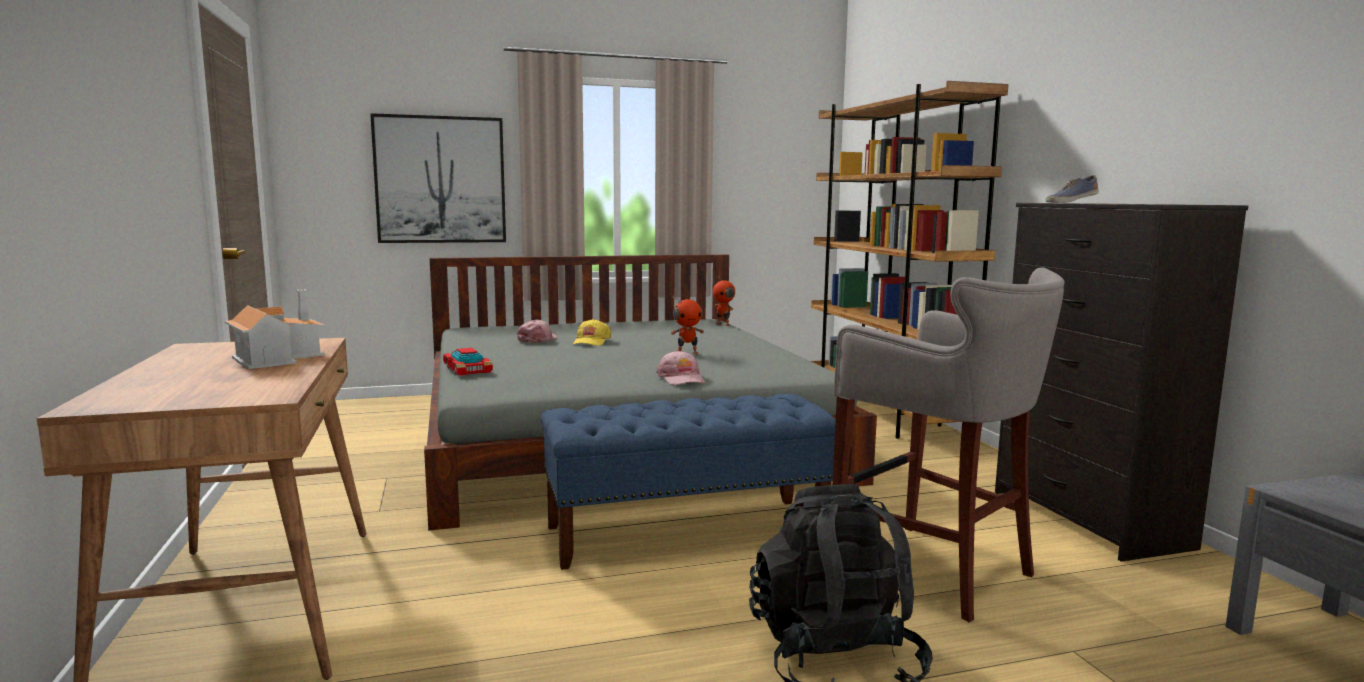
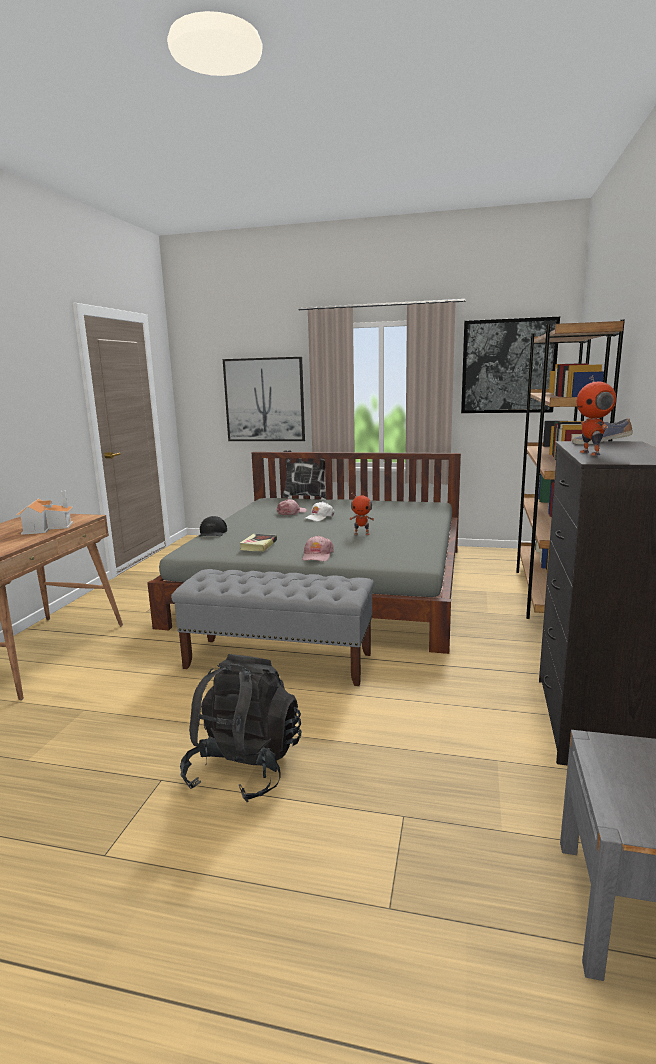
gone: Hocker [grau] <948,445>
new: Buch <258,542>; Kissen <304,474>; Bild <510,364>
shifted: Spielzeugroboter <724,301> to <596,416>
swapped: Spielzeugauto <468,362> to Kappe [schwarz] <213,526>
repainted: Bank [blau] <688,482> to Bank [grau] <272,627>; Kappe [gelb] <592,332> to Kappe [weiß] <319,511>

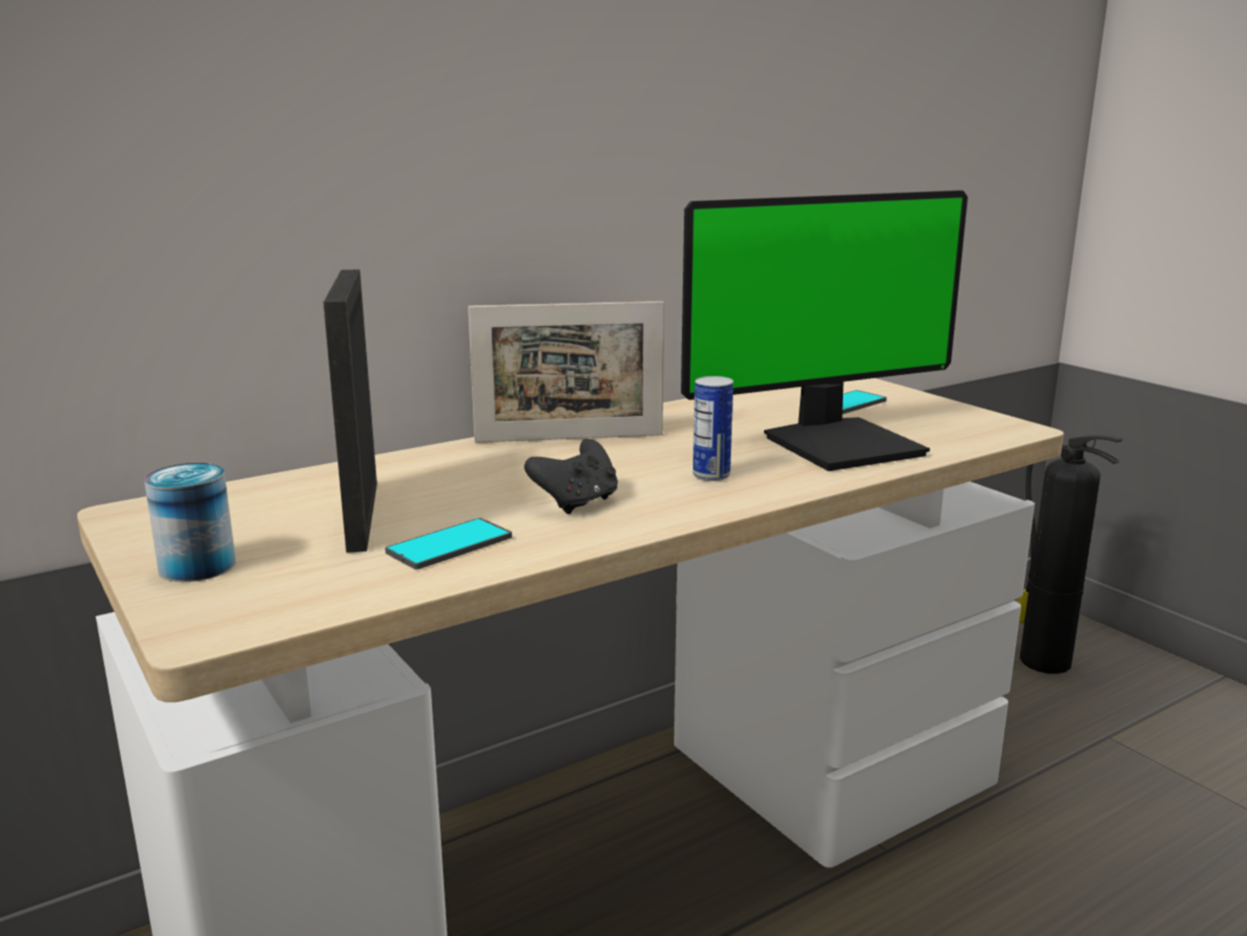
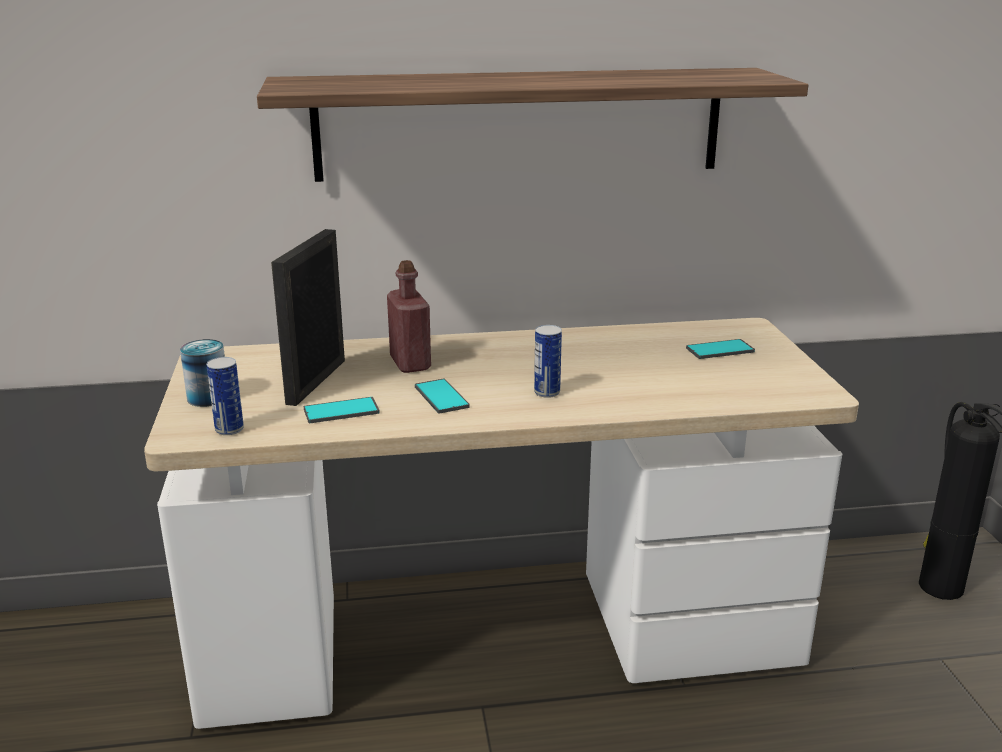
gone: Bilderrahmen <566,372>; Monitor <824,330>
new: Dose <225,396>; Wandregal <532,125>; Flasche [rot] <409,316>
swapped: Gamepad [schwarz] <571,476> to Handy <442,396>

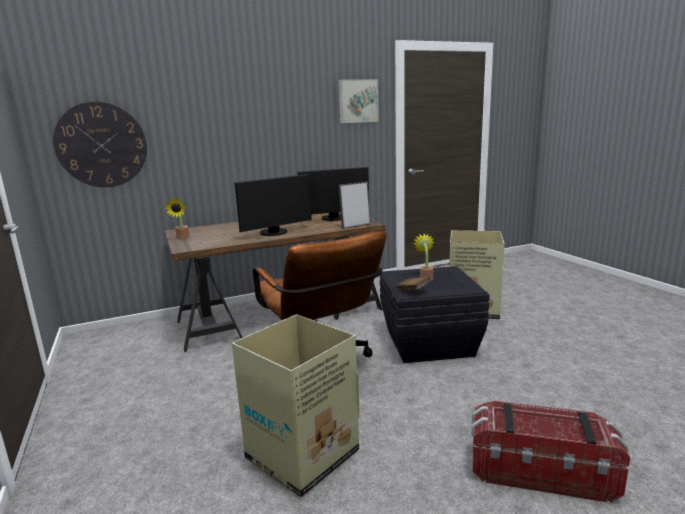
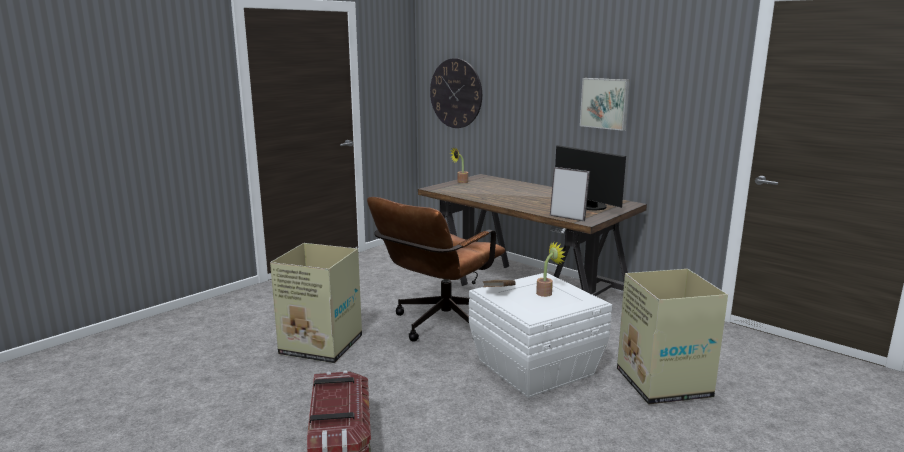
gone: Monitor <273,205>
shifted: Bild <358,101> to <605,104>
repainted: Aufbewahrungsbox [schwarz] <435,314> to Aufbewahrungsbox [weiß] <540,335>

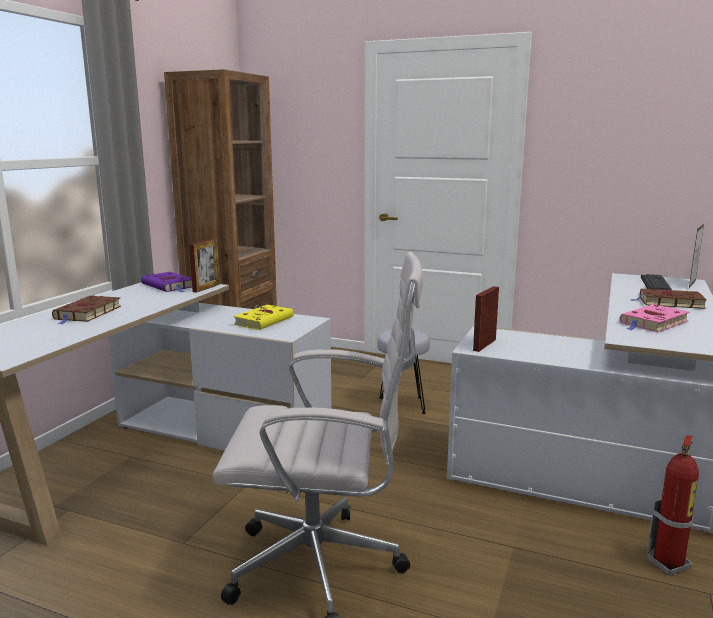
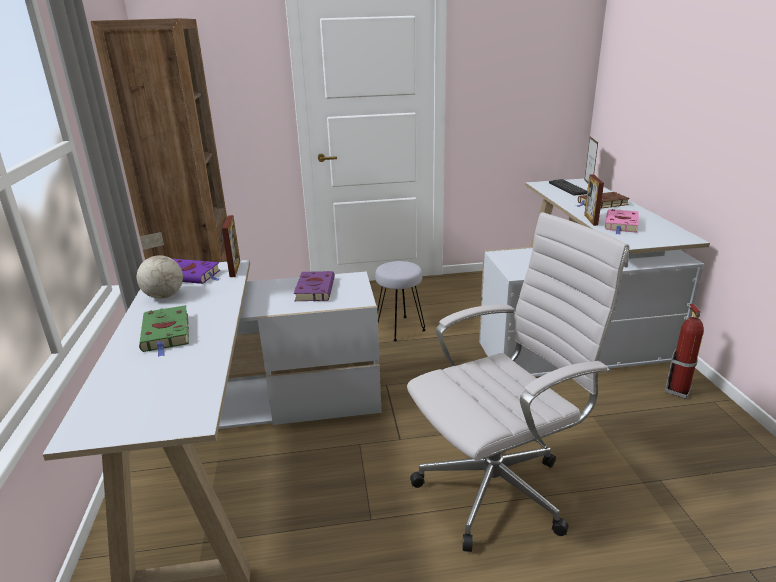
new: Globus <160,265>
shifted: Bilderrahmen <486,319> to <594,200>
repainted: Buch [braun] <86,310> to Buch [grün] <164,331>; Buch [gelb] <263,317> to Buch [lila] <314,286>

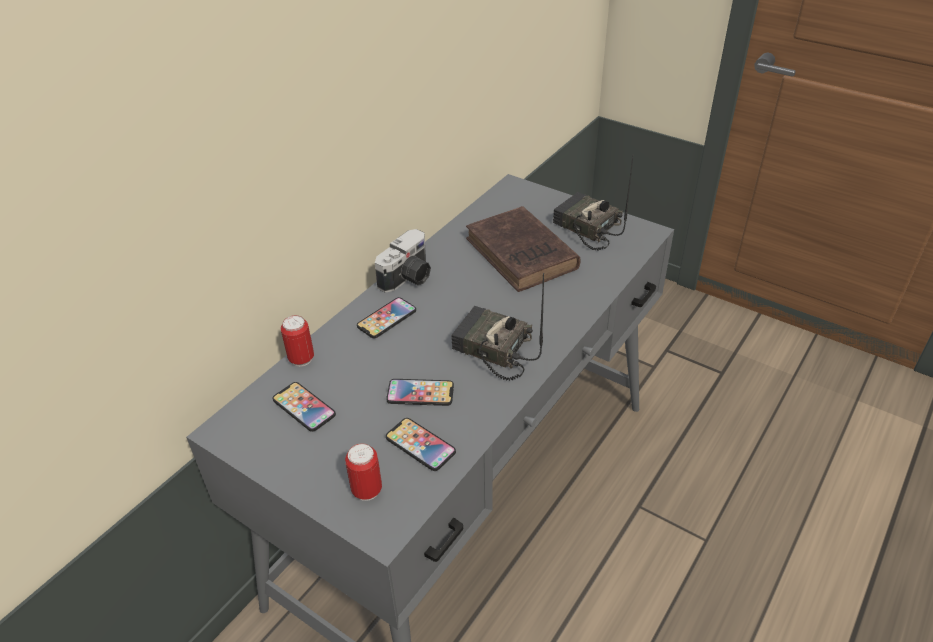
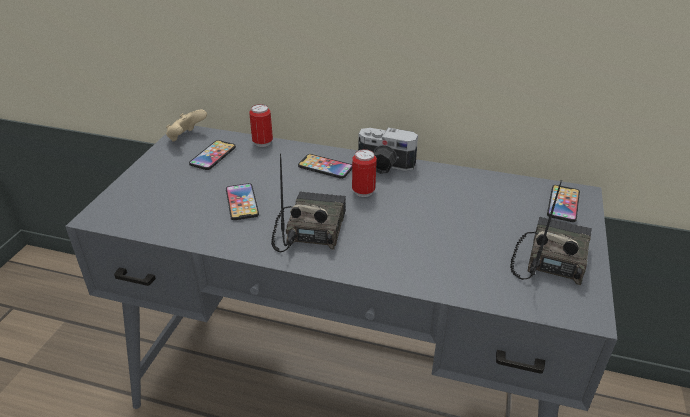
gone: Buch [braun] <523,249>
new: Gamepad [beige] <186,125>
shifted: Dose <363,472> to <364,173>; Handy <421,444> to <563,203>

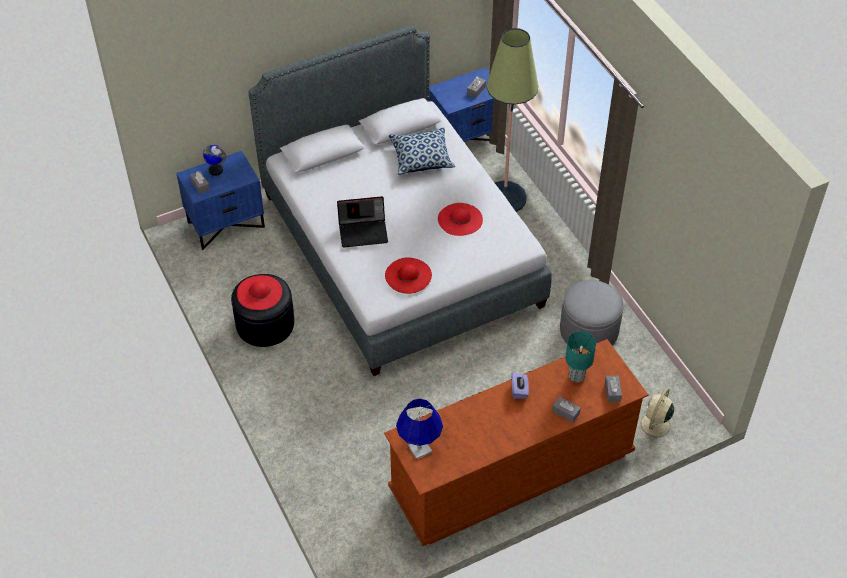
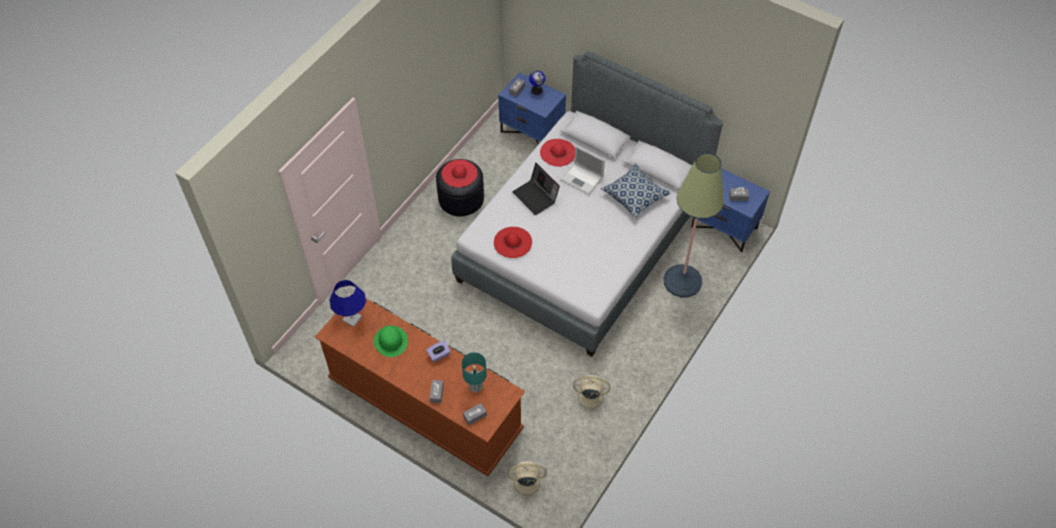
new: Hut [grün] <391,341>; Laptop <583,170>
shifted: Hut [rot] <460,219> to <557,153>
swapped: Polsterhocker [grau] <592,315> to Ventilator [beige] <591,394>

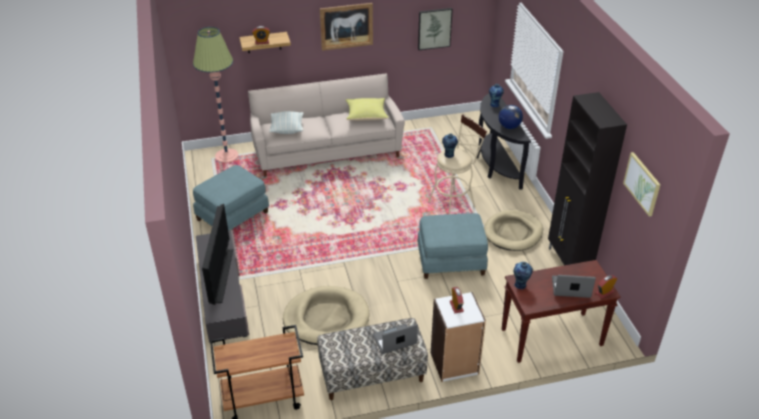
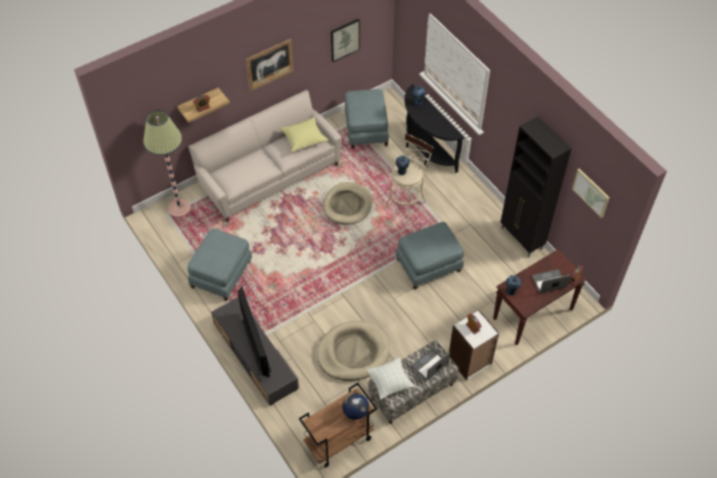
new: Polsterhocker [blau] <367,119>
shifted: Kissen <286,122> to <390,378>; Hundebett [beige] <513,230> to <347,203>; Globus <511,117> to <355,406>

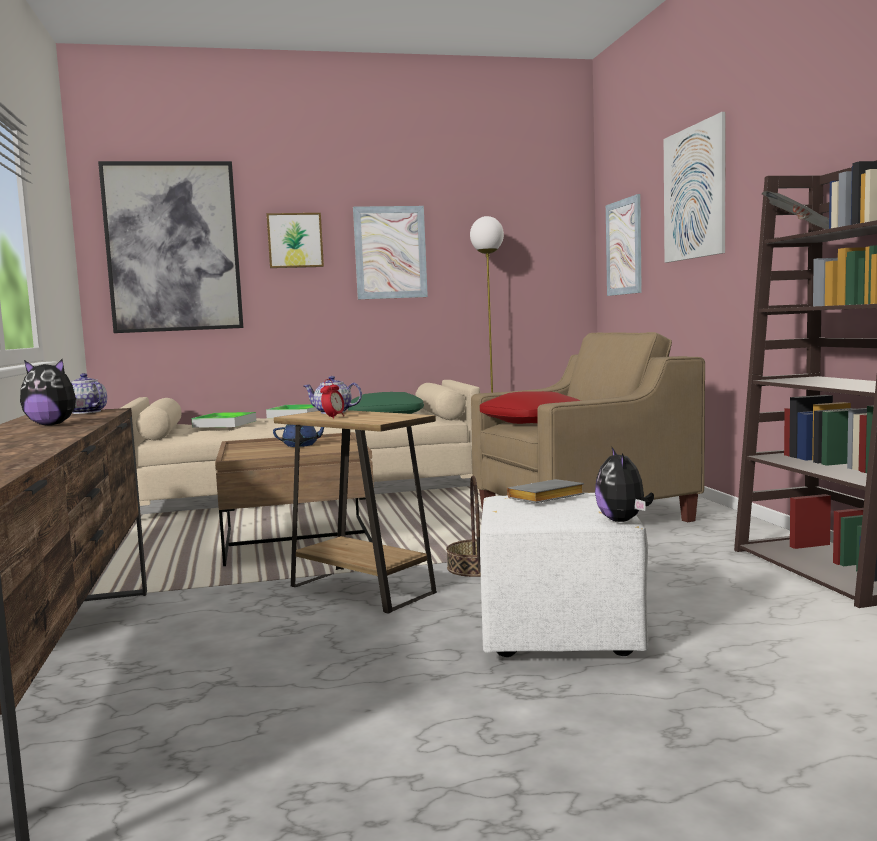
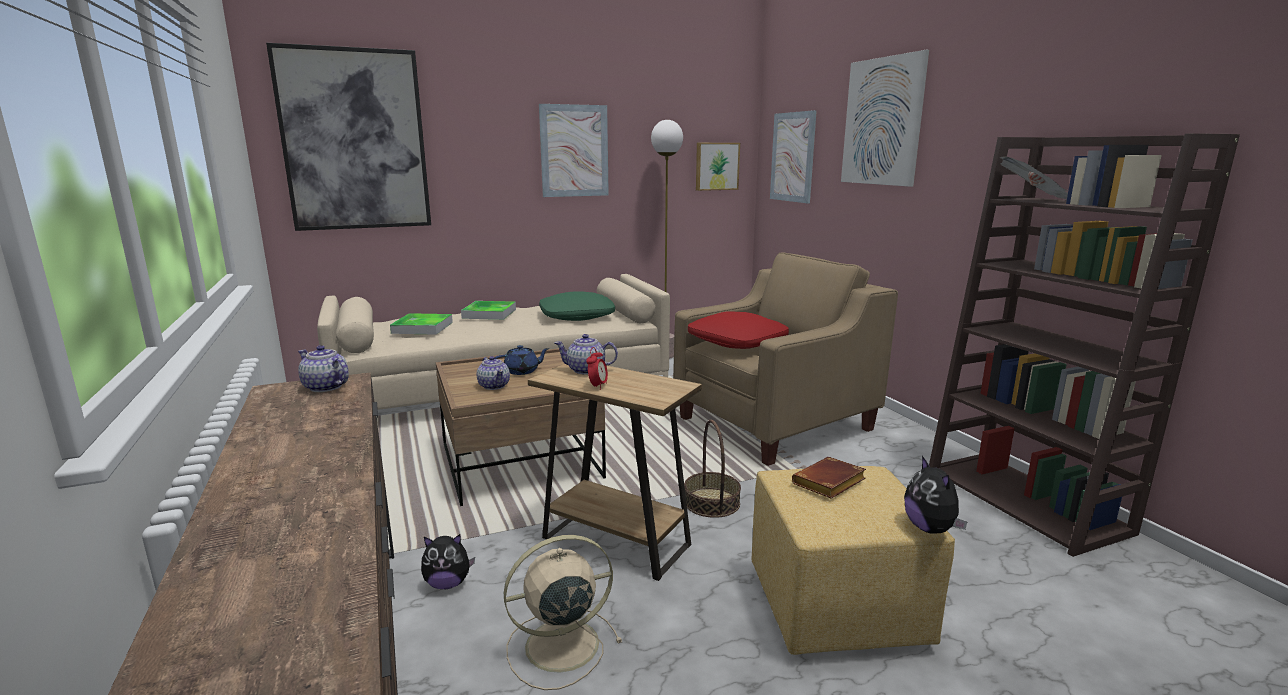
new: Teekanne <493,373>; Ventilator [beige] <563,612>
shifted: Plüschtier <53,392> to <448,561>; Bild <295,240> to <718,167>
repainted: Polsterhocker [weiß] <564,575> to Polsterhocker [gelb] <853,560>; Buch [grau] <545,491> to Buch [braun] <829,478>

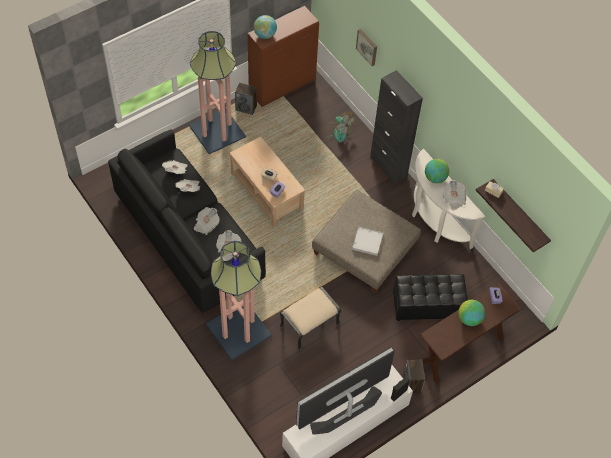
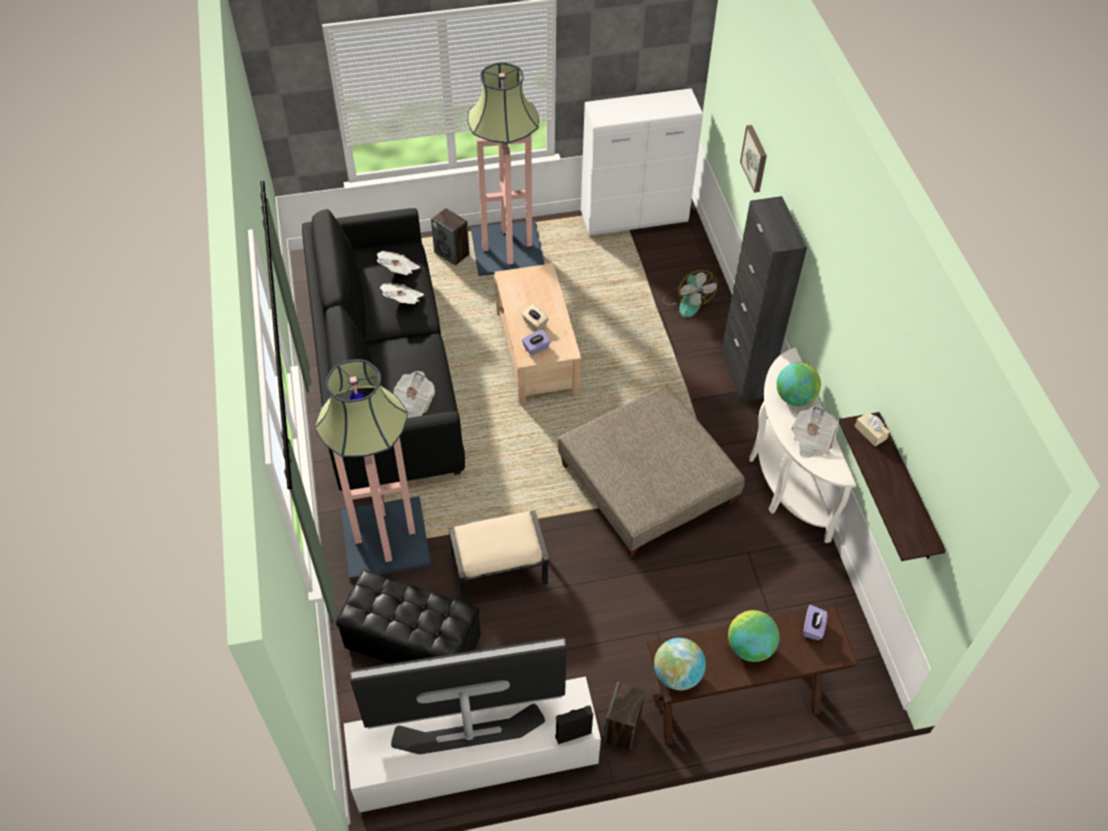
gone: Zeitung <207,221>; Tablett [weiß] <367,241>
shifted: Lautsprecher <246,99> to <450,237>; Globus <265,27> to <680,664>; Polsterhocker [schwarz] <430,297> to <408,617>
repainted: Schrank [braun] <283,56> to Schrank [weiß] <642,162>

